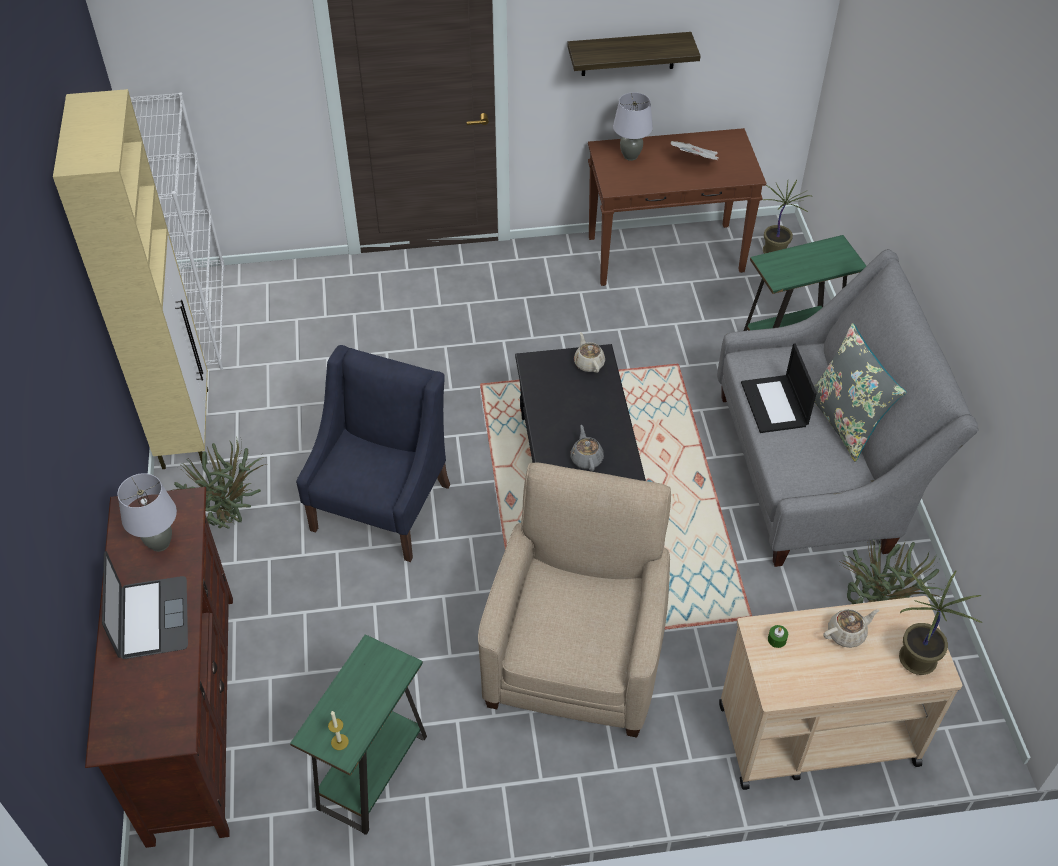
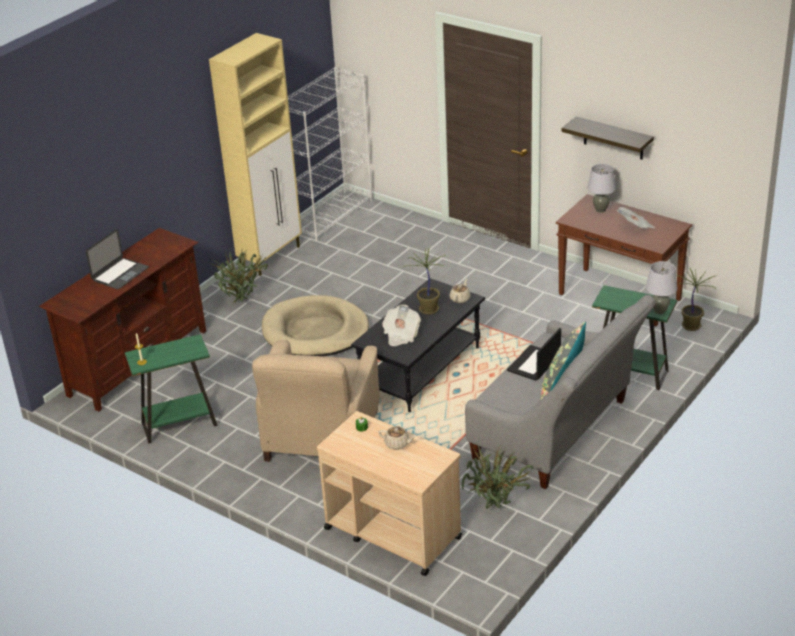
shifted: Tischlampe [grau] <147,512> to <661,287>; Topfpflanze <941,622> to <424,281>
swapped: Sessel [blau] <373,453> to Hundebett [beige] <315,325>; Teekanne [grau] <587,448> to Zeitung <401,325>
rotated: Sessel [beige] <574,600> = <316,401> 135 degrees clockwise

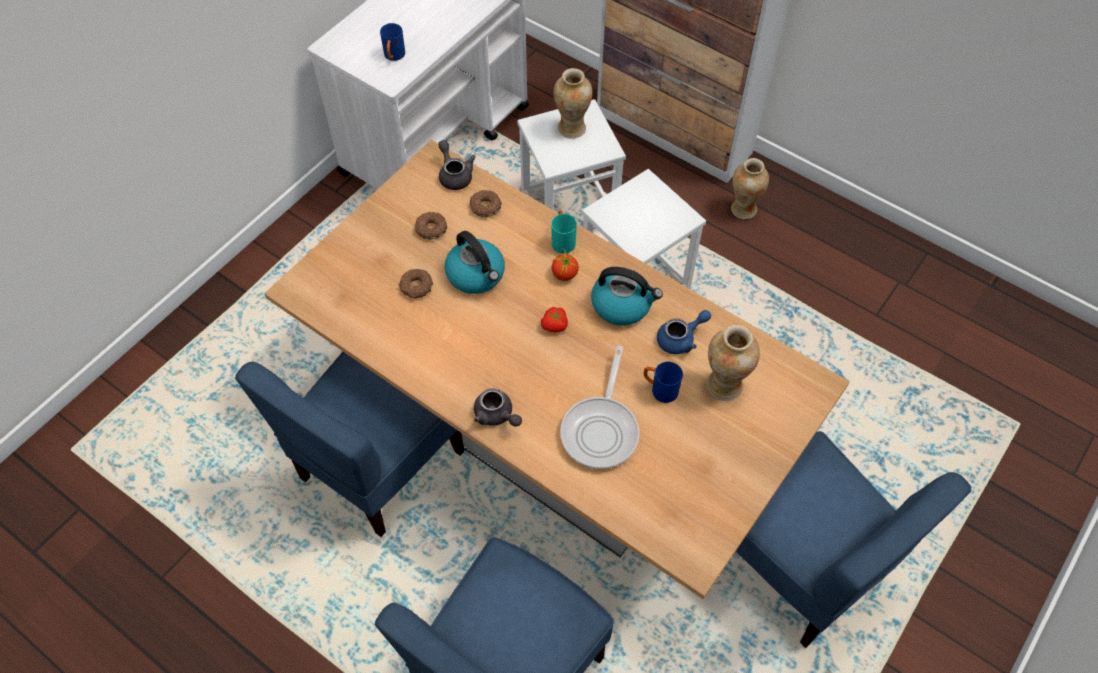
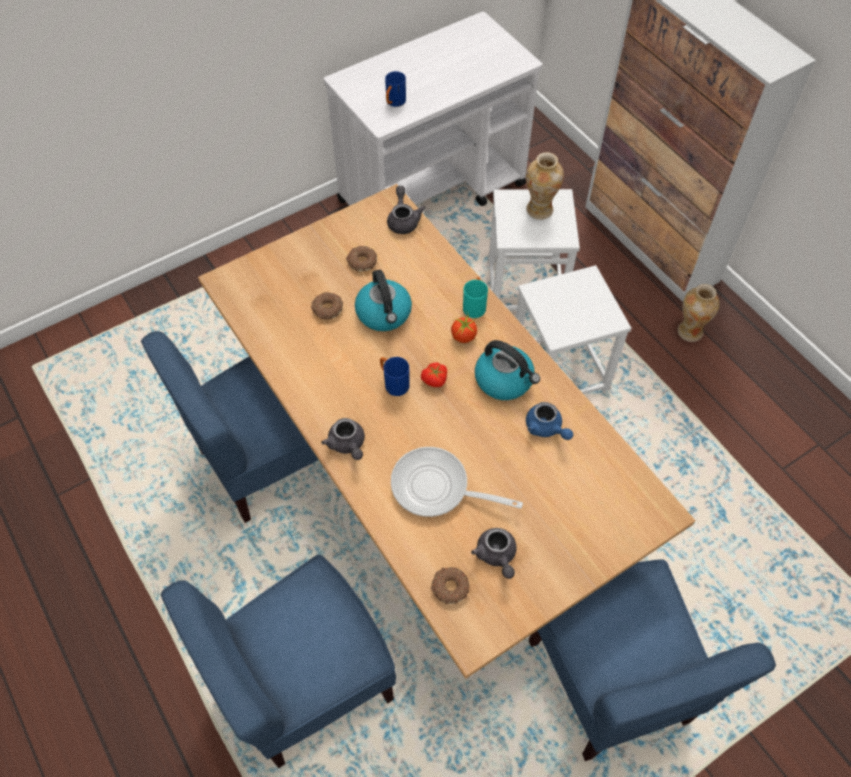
gone: Vase <733,363>
new: Teekanne [grau] <494,553>
shifted: Donut <486,203> to <450,585>; Henkelbecher [blau] <663,382> to <394,376>
rotated: Pfanne <600,407> = <457,482> 75 degrees clockwise; Teekanne [blau] <684,332> = <549,421> 60 degrees clockwise

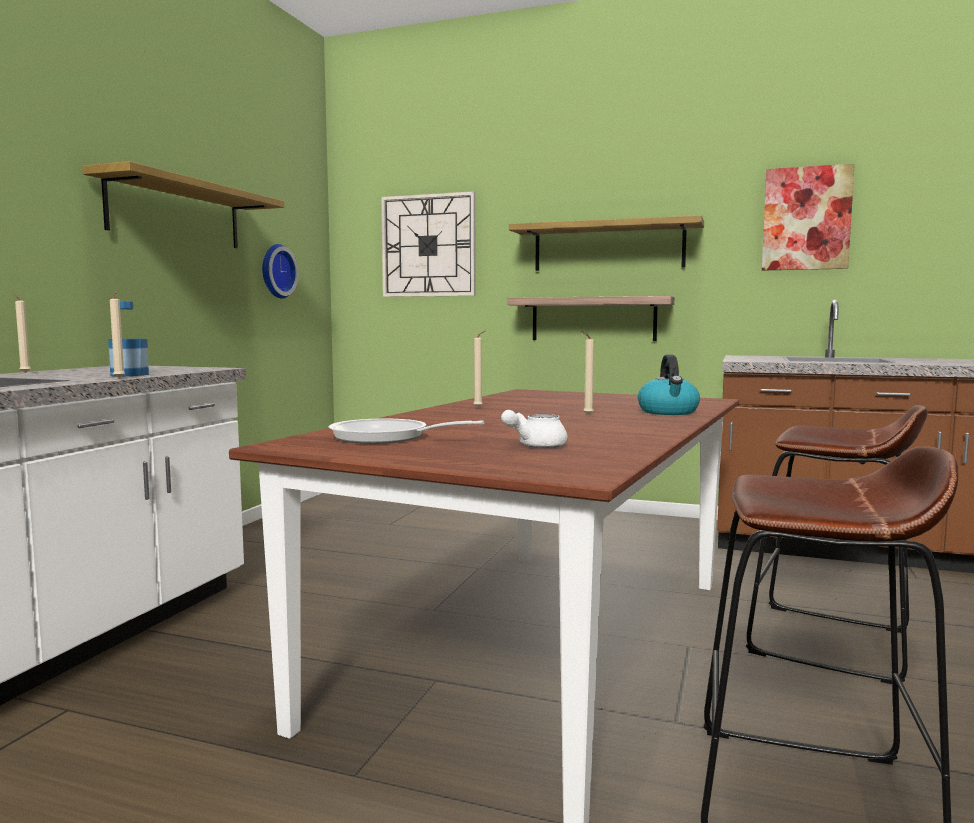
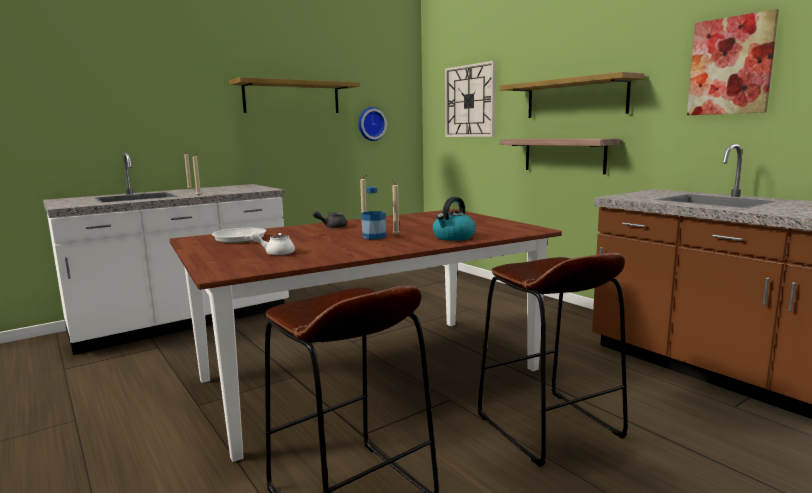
new: Teekanne [grau] <330,219>
shifted: Flasche <128,338> to <373,213>

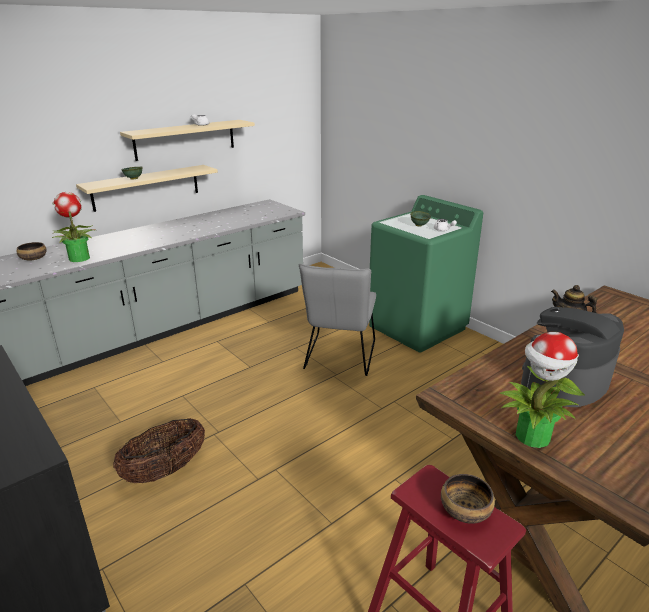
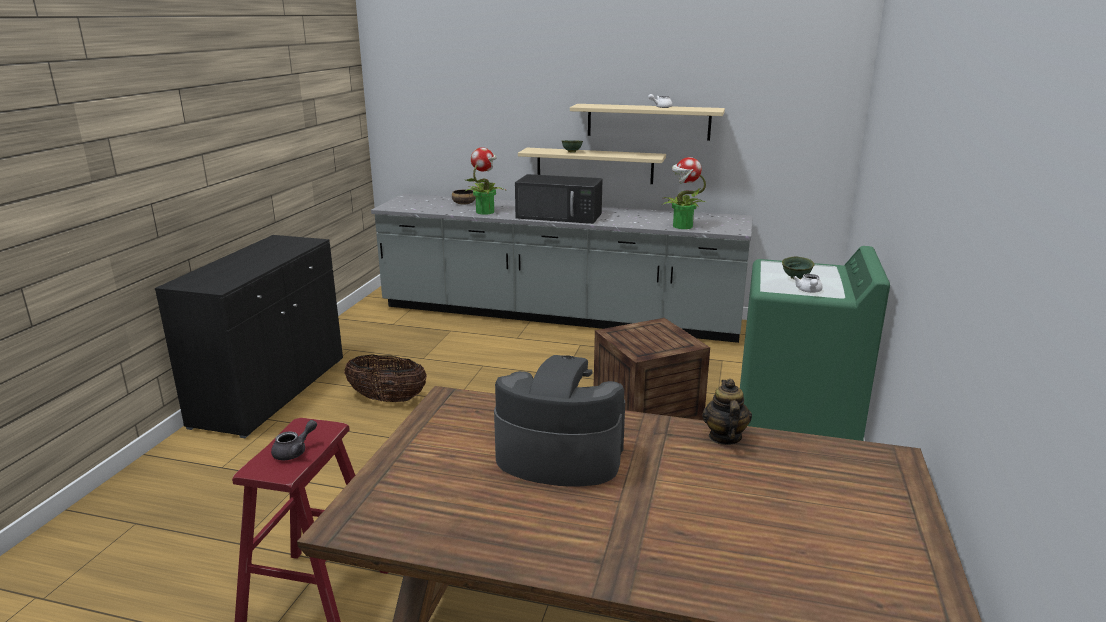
new: Mikrowelle [schwarz] <559,199>
shifted: Topfpflanze <542,390> to <684,193>
swapped: Stuhl [grau] <337,320> to Kiste <652,369>; Schüssel <468,499> to Teekanne [grau] <294,440>

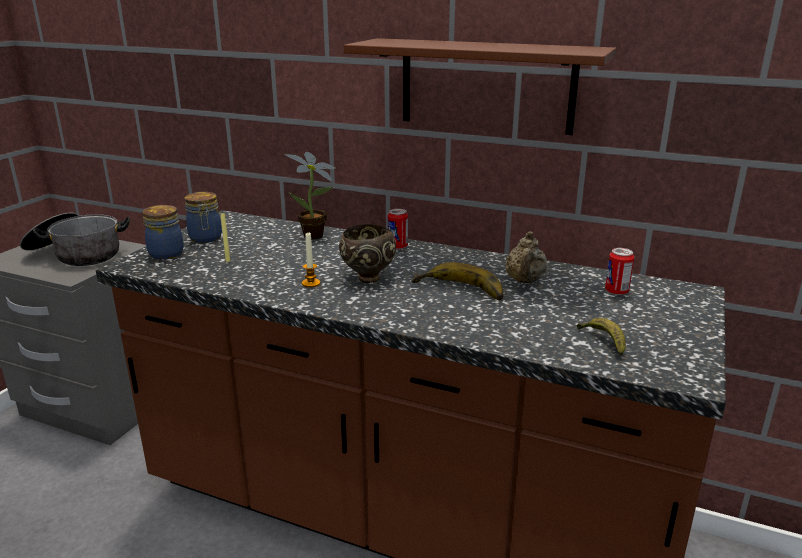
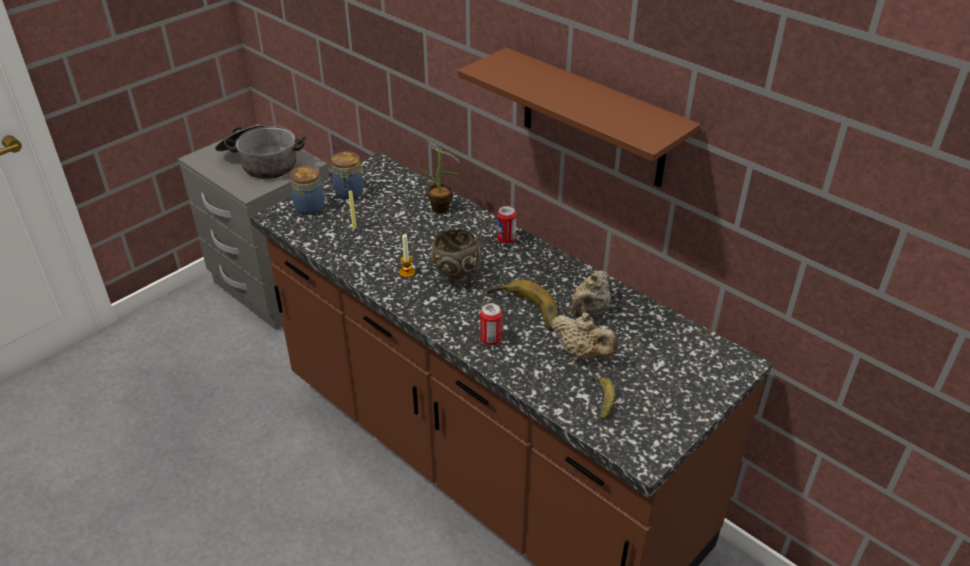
new: Teekanne [beige] <584,336>
shifted: Dose <619,271> to <491,324>

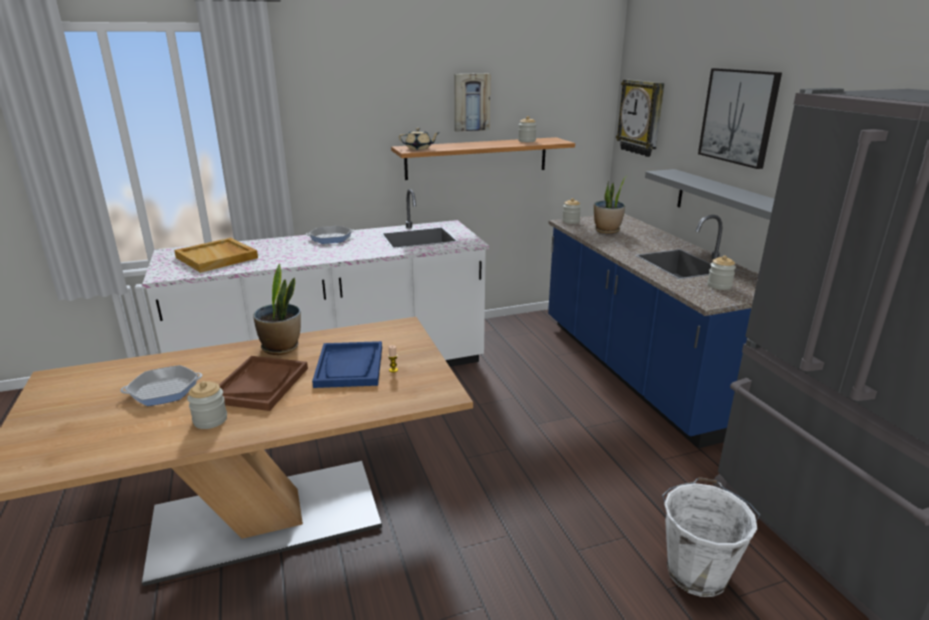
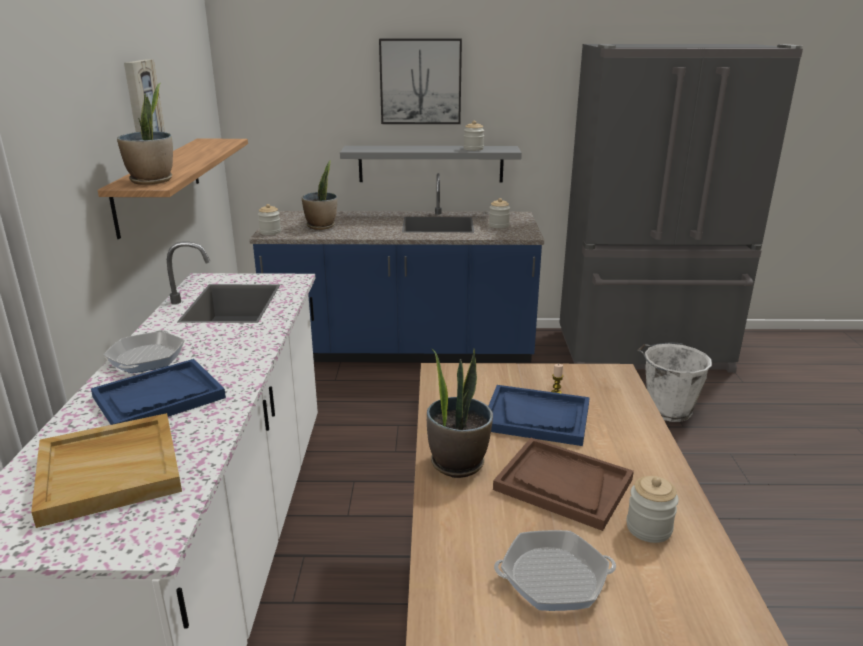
gone: Wanduhr <640,118>
new: Tablett [blau] <158,392>
shifted: Vorratsglas <527,129> to <474,136>
swapped: Teekanne [beige] <419,139> to Topfpflanze <145,134>
rotated: Pfanne <161,385> = <555,570> 90 degrees clockwise

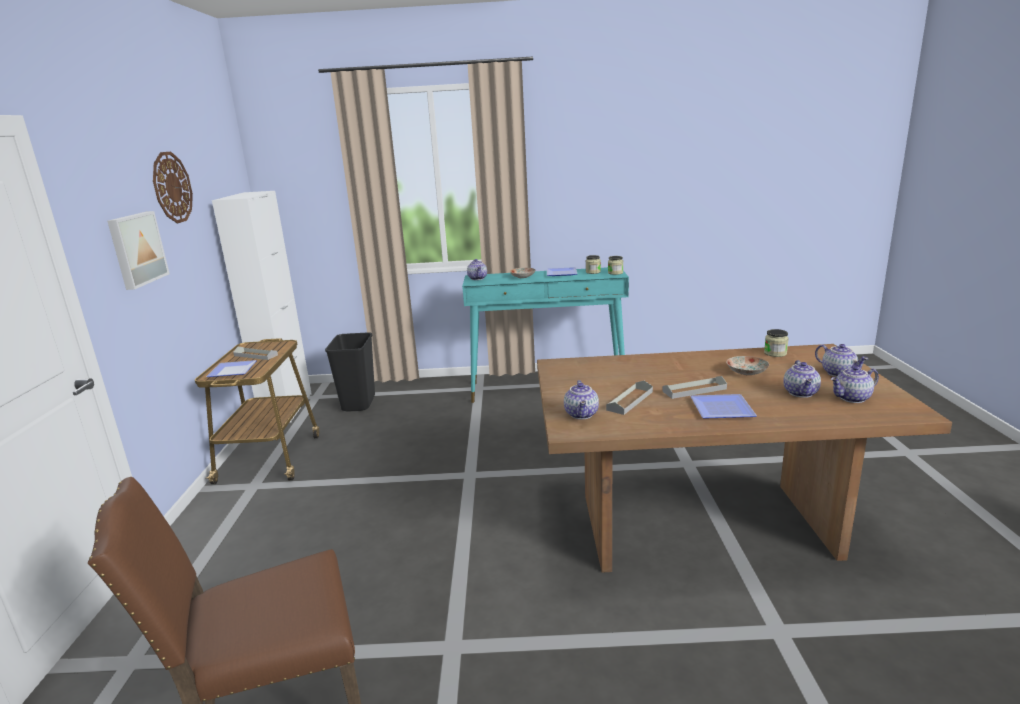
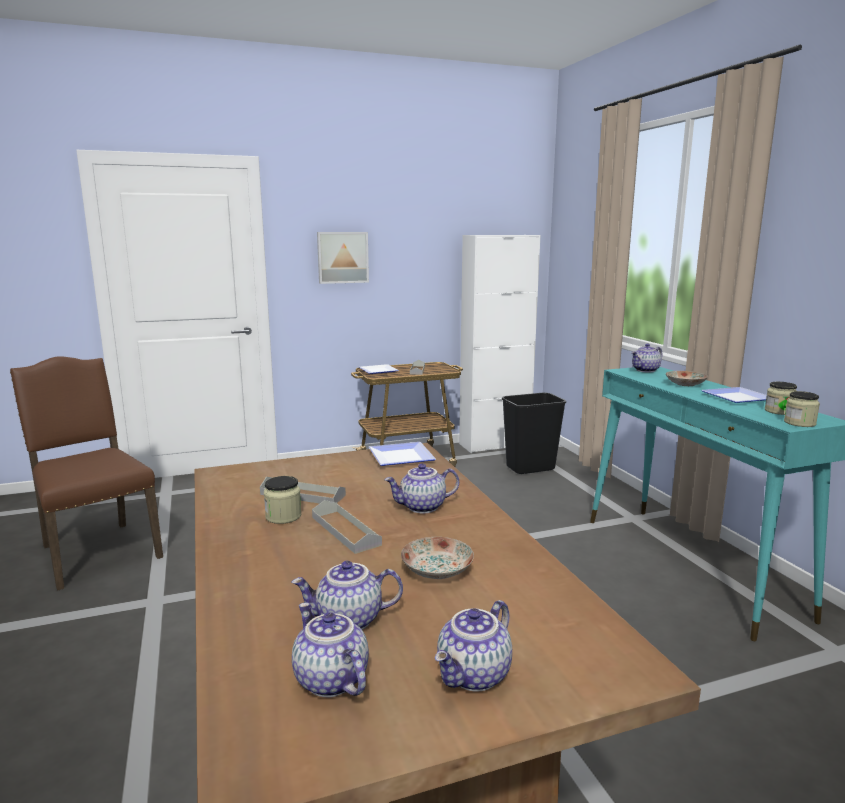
gone: Wanduhr <173,187>
shifted: Teekanne <581,399> to <421,488>; Teller <723,406> to <402,454>; Vorratsglas <776,343> to <282,500>

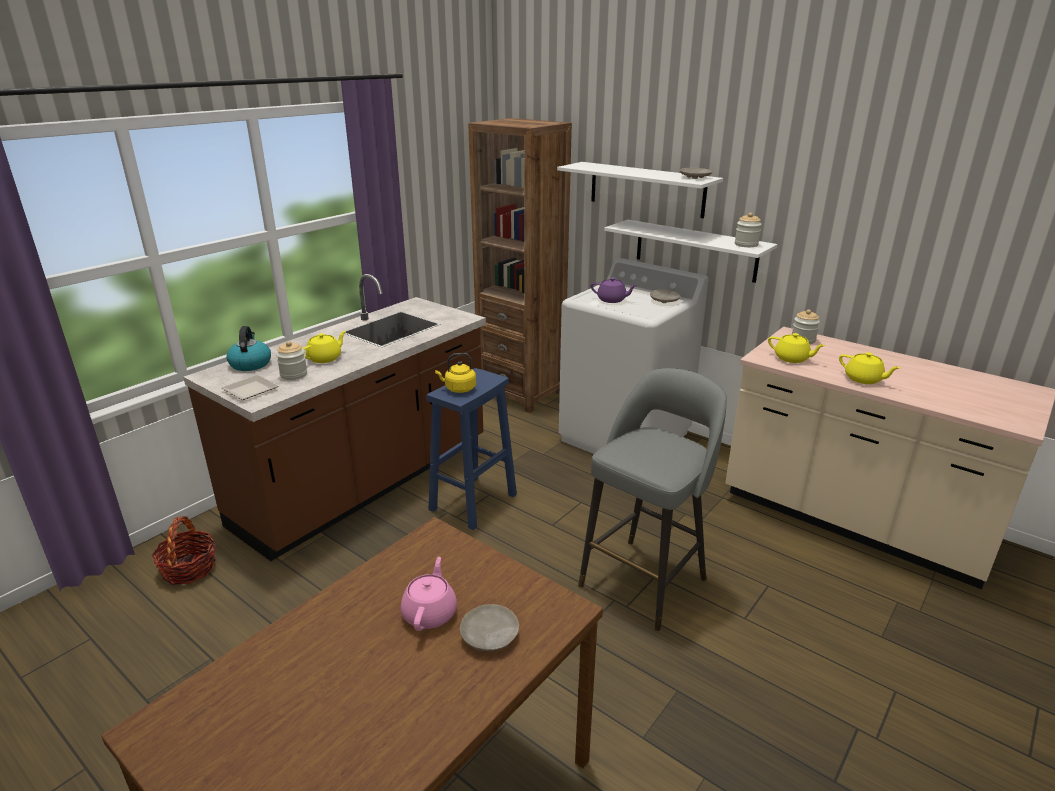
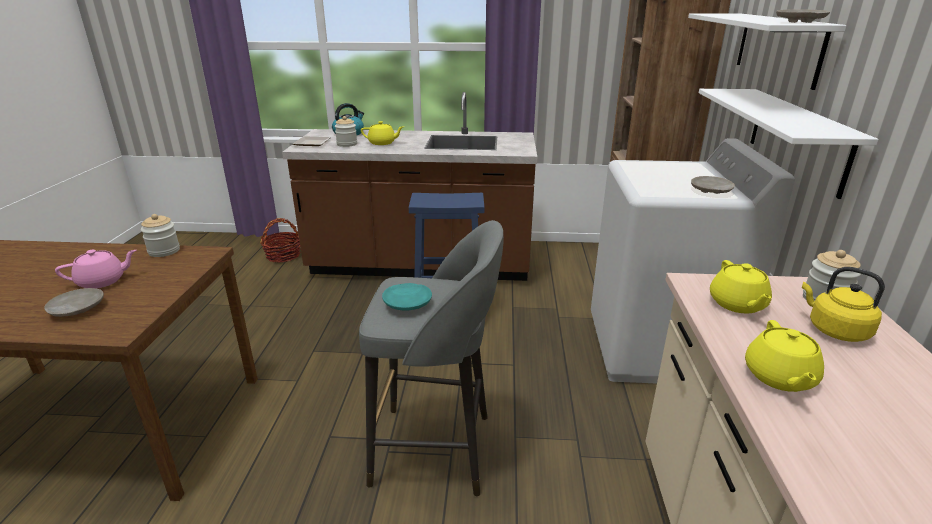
gone: Teekanne [lila] <614,290>
new: Teller [türkis] <407,297>
shifted: Wasserkessel [gelb] <455,373> to <843,304>; Vorratsglas <748,230> to <160,235>

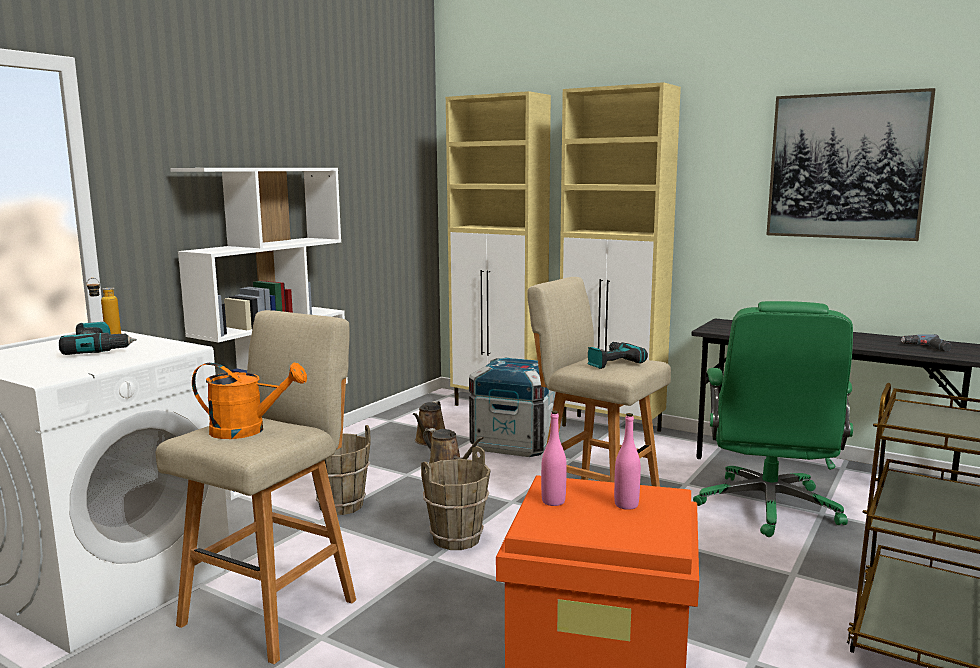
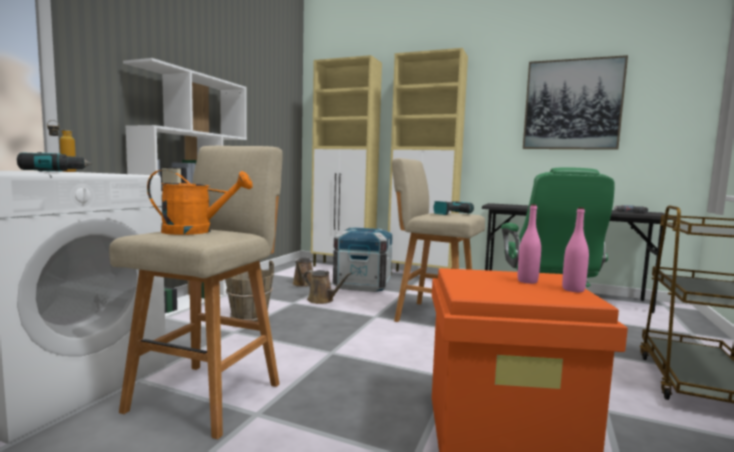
gone: Eimer [braun] <456,498>
shifted: Flasche [rosa] <554,458> to <575,249>

